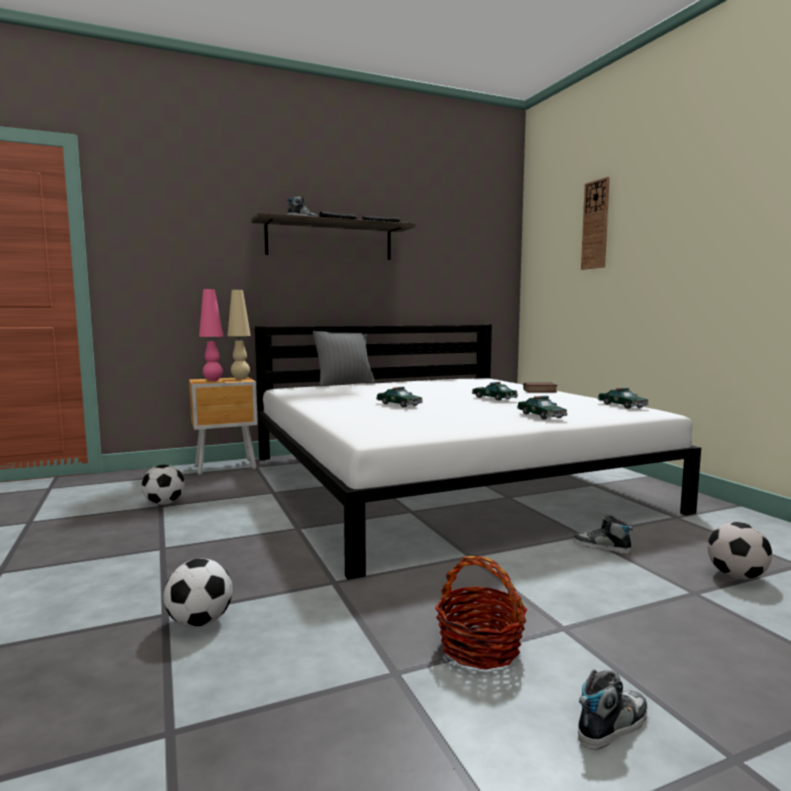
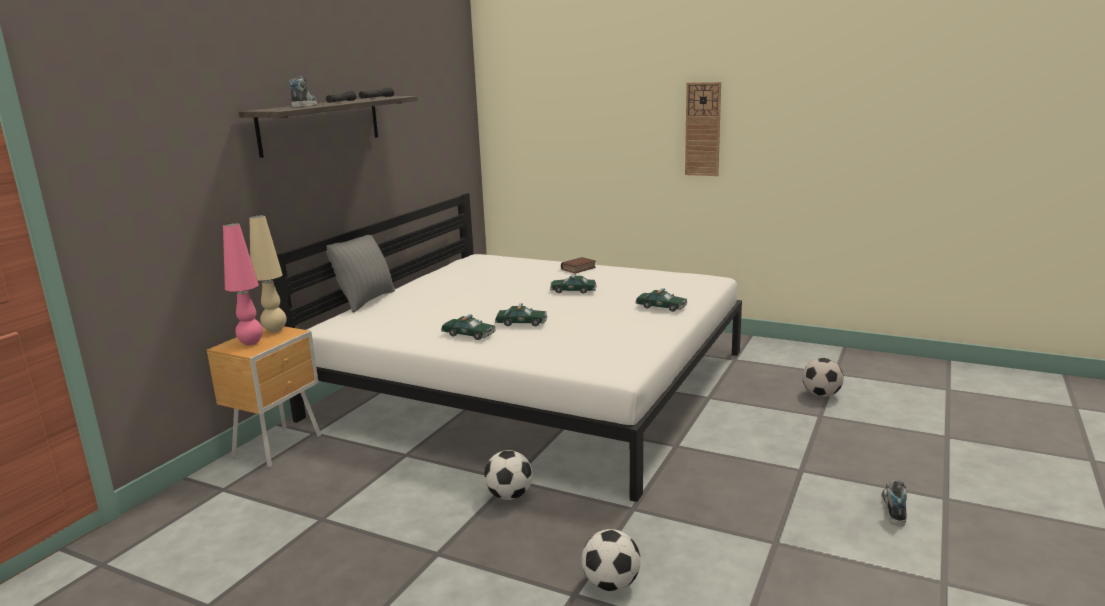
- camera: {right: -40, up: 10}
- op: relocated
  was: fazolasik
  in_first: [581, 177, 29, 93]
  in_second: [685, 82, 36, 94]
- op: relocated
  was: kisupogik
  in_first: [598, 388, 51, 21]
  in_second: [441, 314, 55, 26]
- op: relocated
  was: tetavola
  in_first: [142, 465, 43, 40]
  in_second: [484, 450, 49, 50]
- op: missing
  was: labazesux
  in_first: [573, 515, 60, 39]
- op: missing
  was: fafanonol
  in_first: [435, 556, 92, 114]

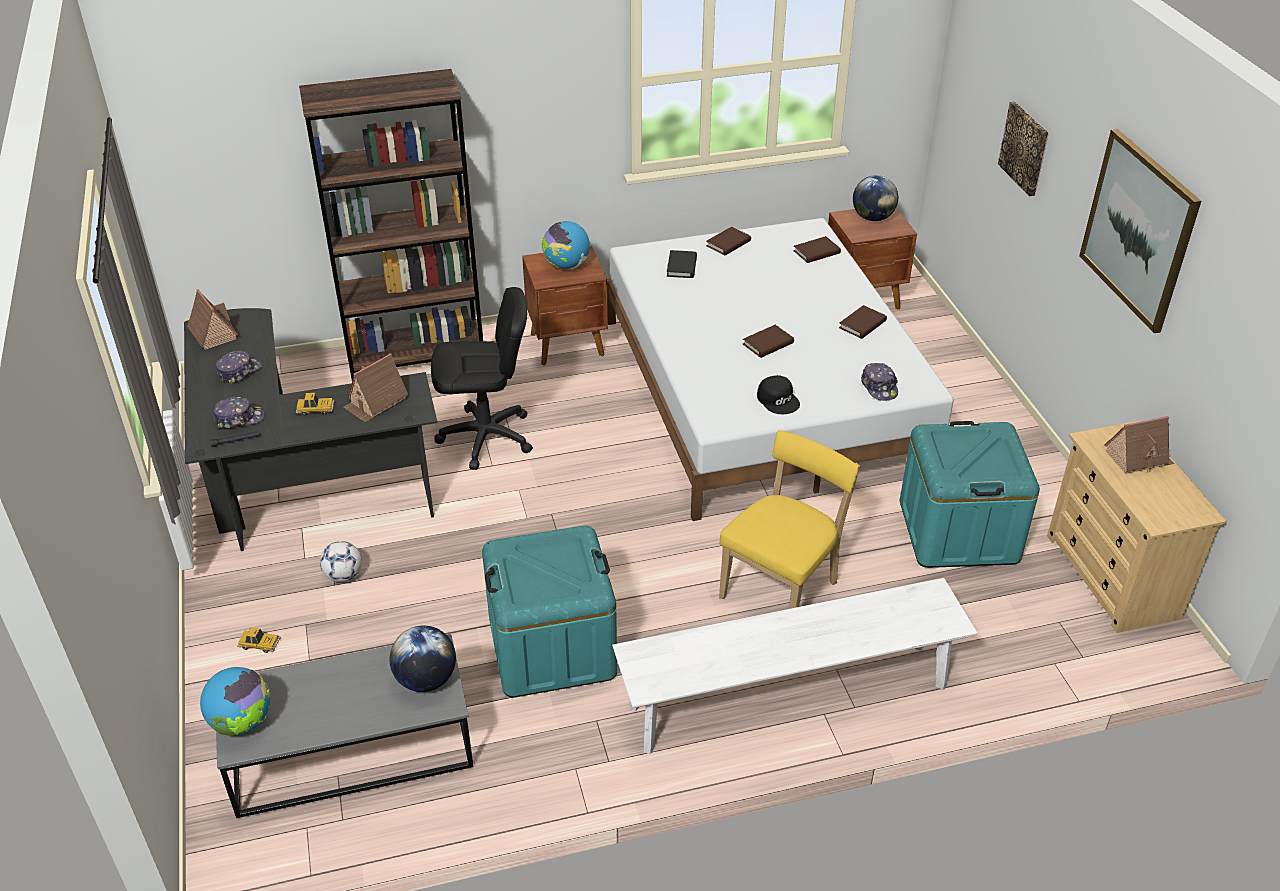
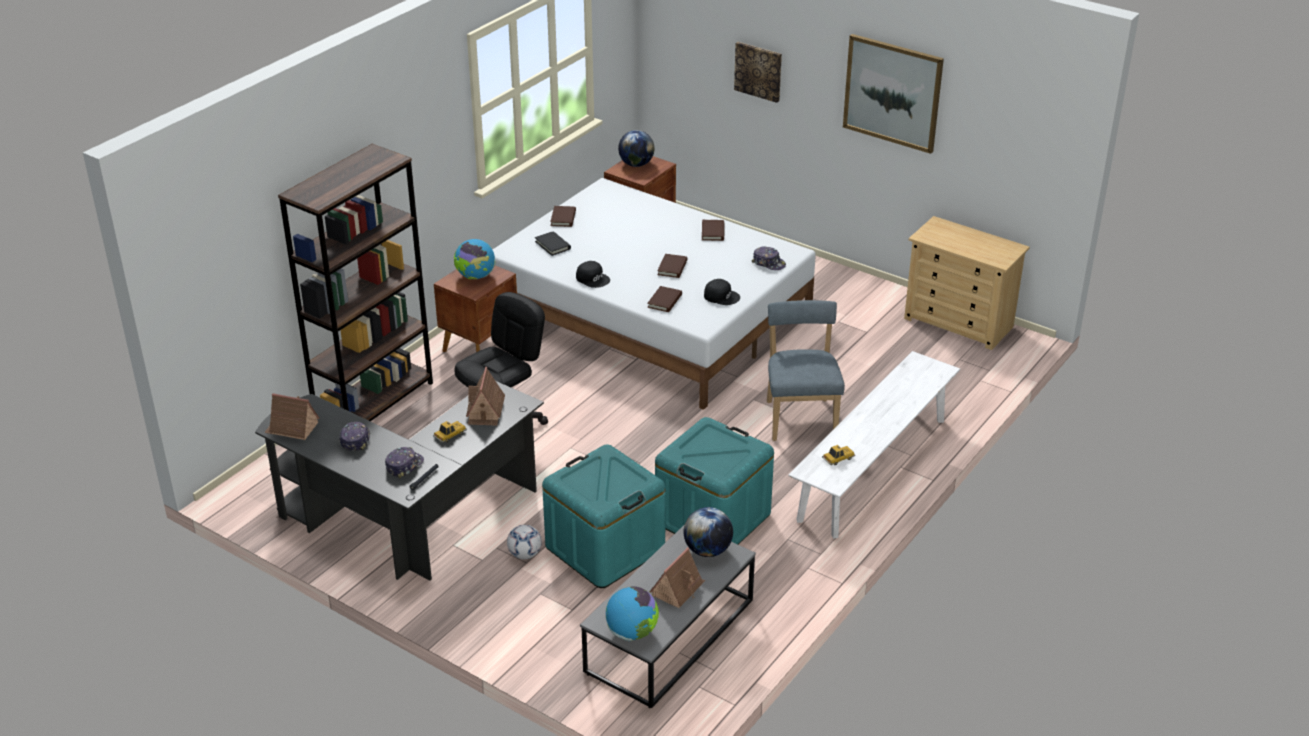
- camera: {right: -40, up: -5}
- op: relocated
  was: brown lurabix
  in_first: [793, 236, 48, 27]
  in_second: [647, 286, 35, 26]
- op: relocated
  was: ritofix
  in_first: [1104, 416, 70, 58]
  in_second: [650, 547, 55, 61]
- op: relocated
  was: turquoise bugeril
  in_first: [900, 421, 140, 147]
  in_second: [542, 445, 124, 143]
- op: colour
  was: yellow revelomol
  now: blue revelomol
  in_first: [719, 430, 141, 179]
  in_second: [767, 300, 78, 141]
- op: relocated
  was: kisupogik
  in_first: [237, 627, 44, 26]
  in_second: [822, 445, 33, 20]
- op: appeared
  now: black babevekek
  in_second: [576, 261, 34, 27]

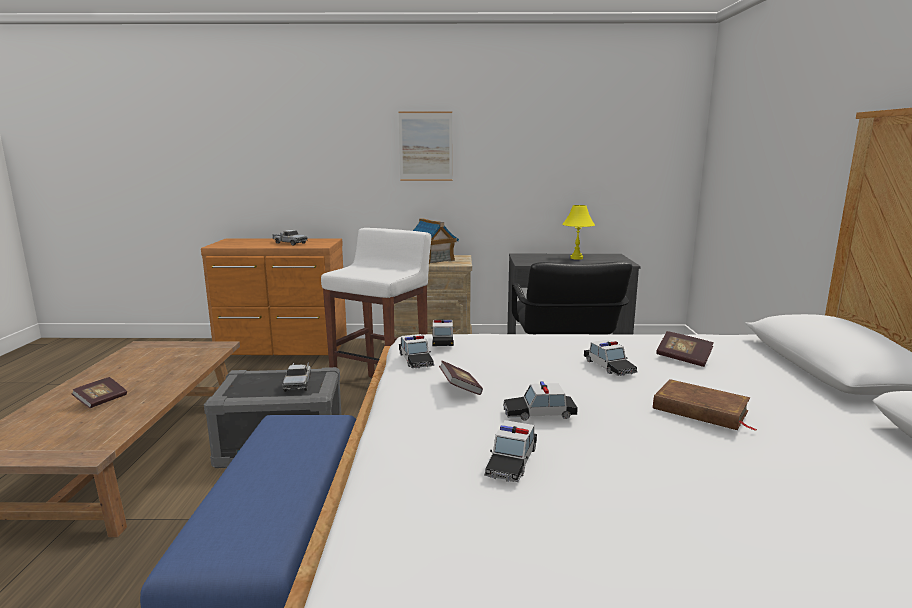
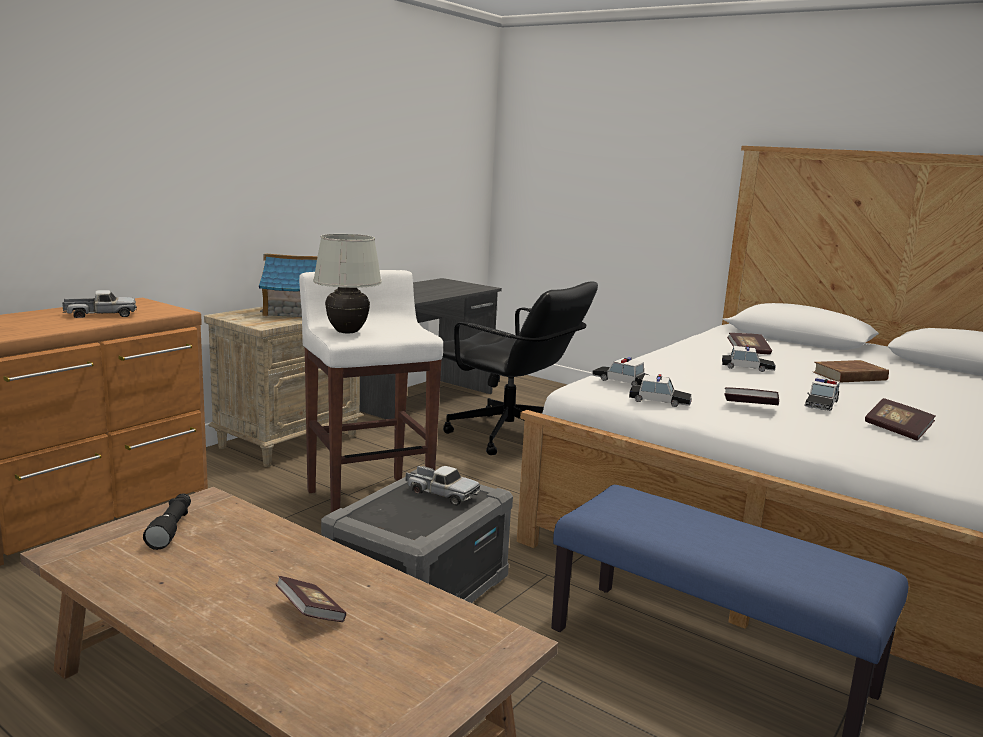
- camera: {right: -55, up: 0}
- op: missing
  was: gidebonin
  in_first: [399, 112, 53, 69]
- op: missing
  was: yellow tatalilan
  in_first: [562, 205, 33, 55]
- op: exchanged
  was: kisupogik
  now: lurabix
  in_first: [484, 420, 53, 62]
  in_second: [865, 398, 70, 43]
- op: appeared
  now: white tatalilan
  in_second: [313, 234, 69, 99]
- op: appeared
  now: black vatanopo
  in_second: [143, 494, 48, 56]

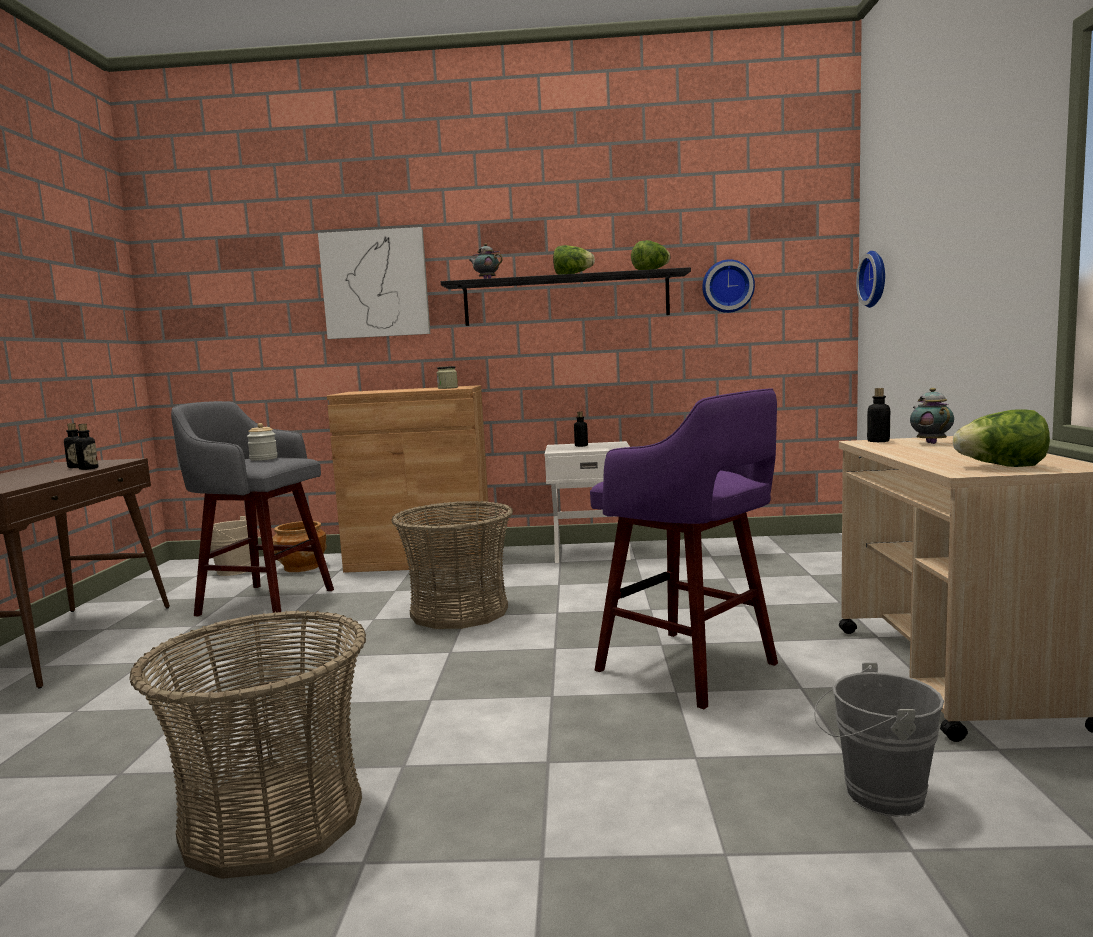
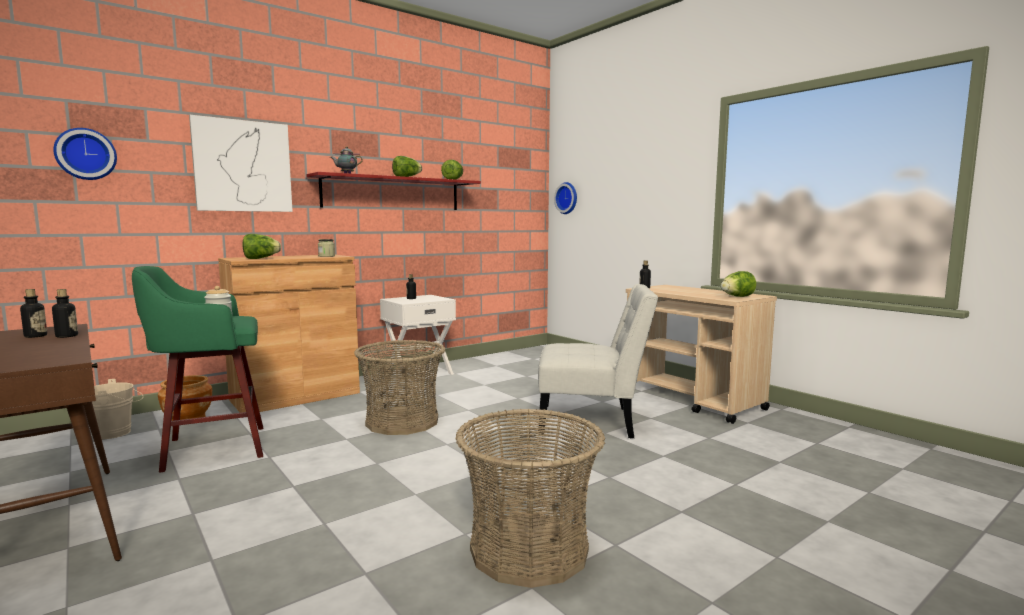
- camera: {right: -40, up: 0}
- op: relocated
  was: fazolasik
  in_first: [702, 259, 53, 54]
  in_second: [53, 128, 64, 52]
- op: colour
  was: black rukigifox
  now: red rukigifox
  in_first: [441, 267, 250, 59]
  in_second: [306, 172, 175, 38]
- op: exchanged
  was: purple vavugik
  now: white revelomol
  in_first: [590, 388, 188, 321]
  in_second: [538, 284, 120, 154]
- op: missing
  was: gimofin
  in_first: [910, 388, 44, 56]
- op: colour
  was: grey vavugik
  now: green vavugik
  in_first: [171, 401, 163, 215]
  in_second: [132, 266, 131, 207]
- op: missing
  was: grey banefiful
  in_first: [814, 662, 130, 155]
- op: appeared
  now: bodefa
  in_second: [242, 234, 39, 25]

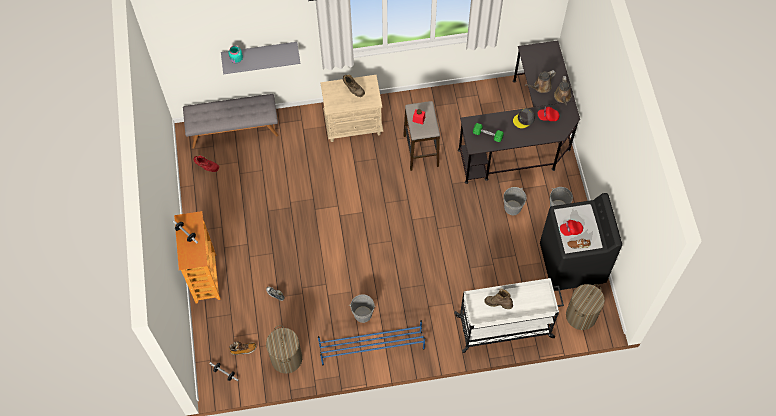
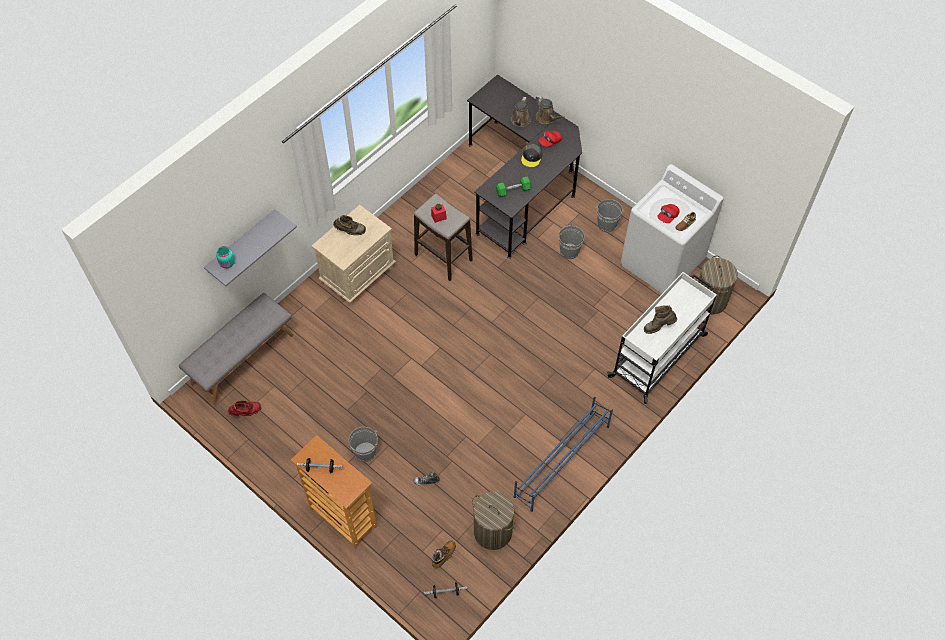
- camera: {right: -40, up: -5}
- op: colour
  was: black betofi
  now: white betofi
  in_first: [540, 193, 82, 98]
  in_second: [621, 164, 103, 129]
- op: relocated
  was: grey banefiful
  in_first: [350, 294, 26, 29]
  in_second: [349, 427, 29, 35]

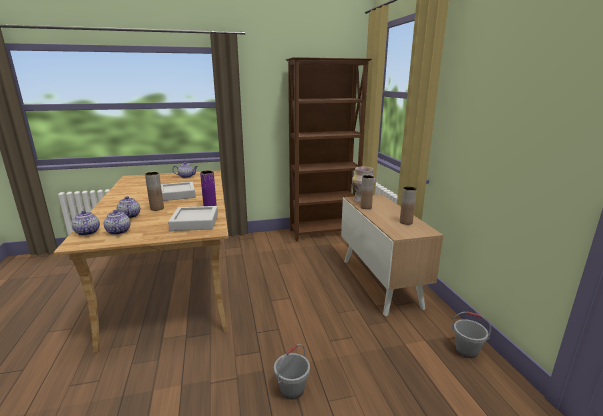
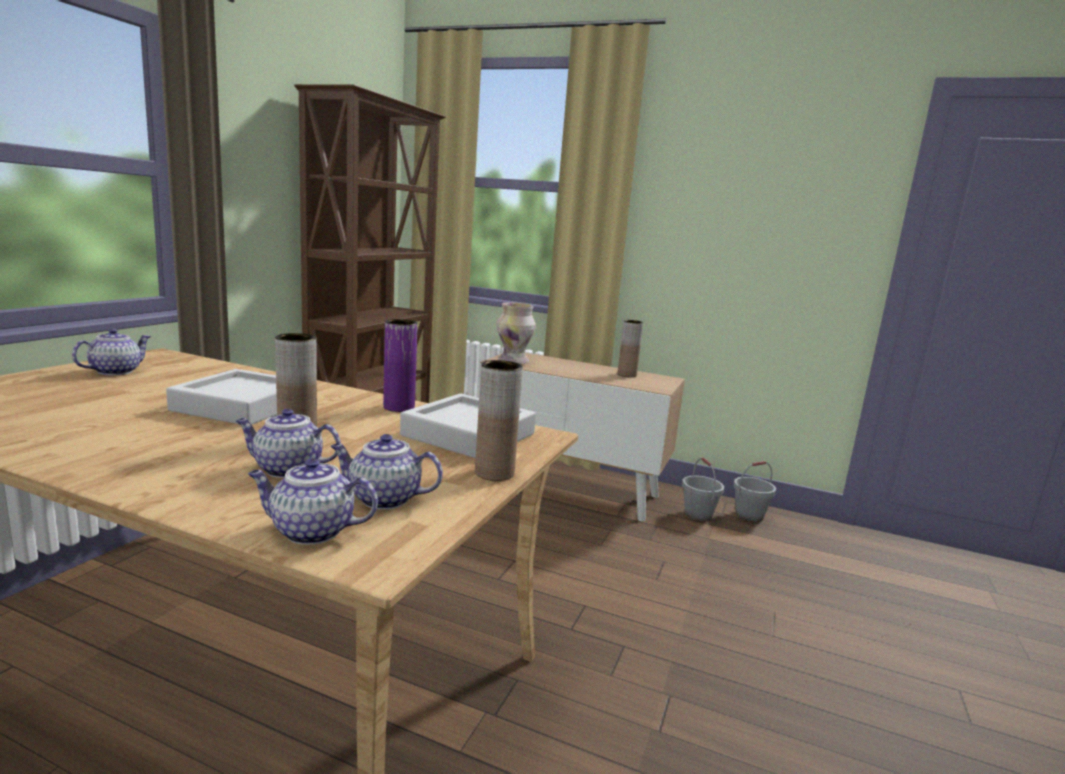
- camera: {right: -55, up: -5}
- op: relocated
  was: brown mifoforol
  in_first: [360, 175, 14, 34]
  in_second: [475, 360, 48, 121]
- op: relocated
  was: grey banefiful
  in_first: [274, 344, 36, 56]
  in_second: [682, 458, 42, 63]

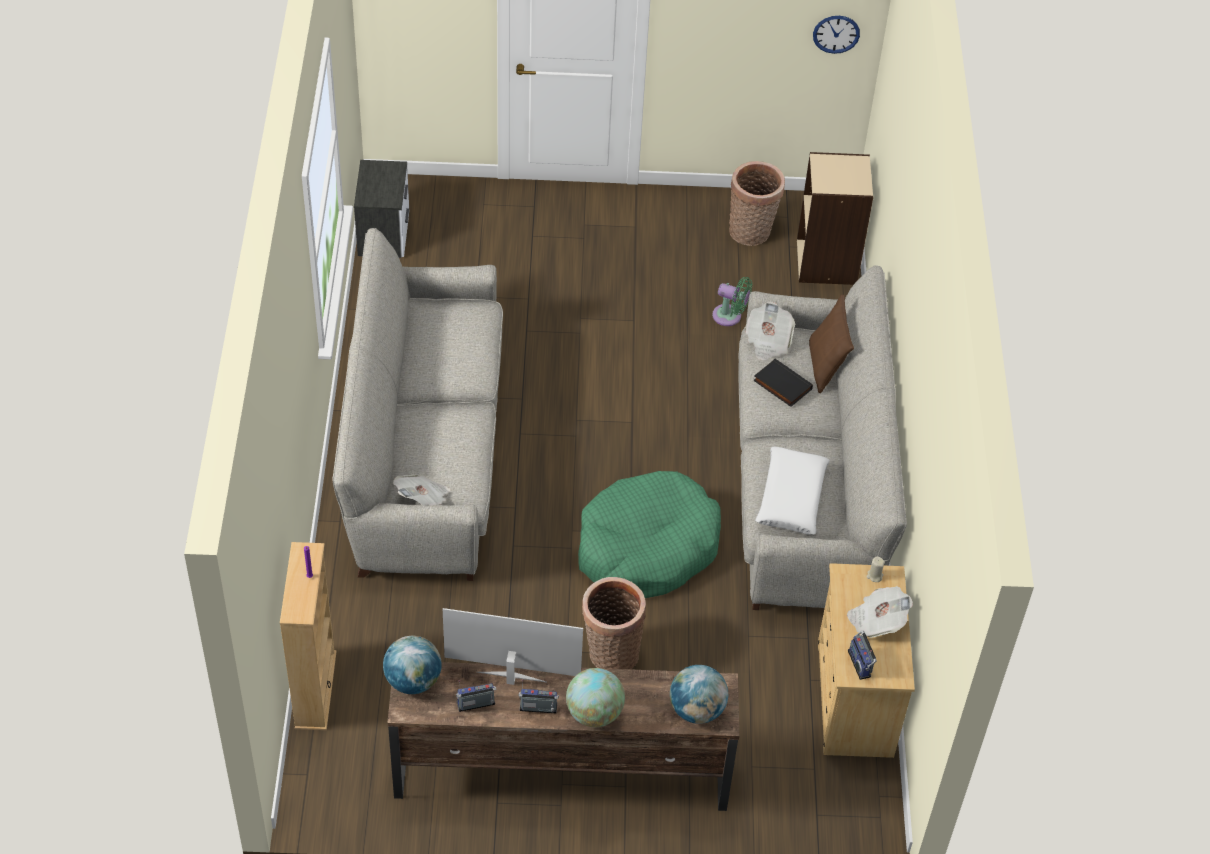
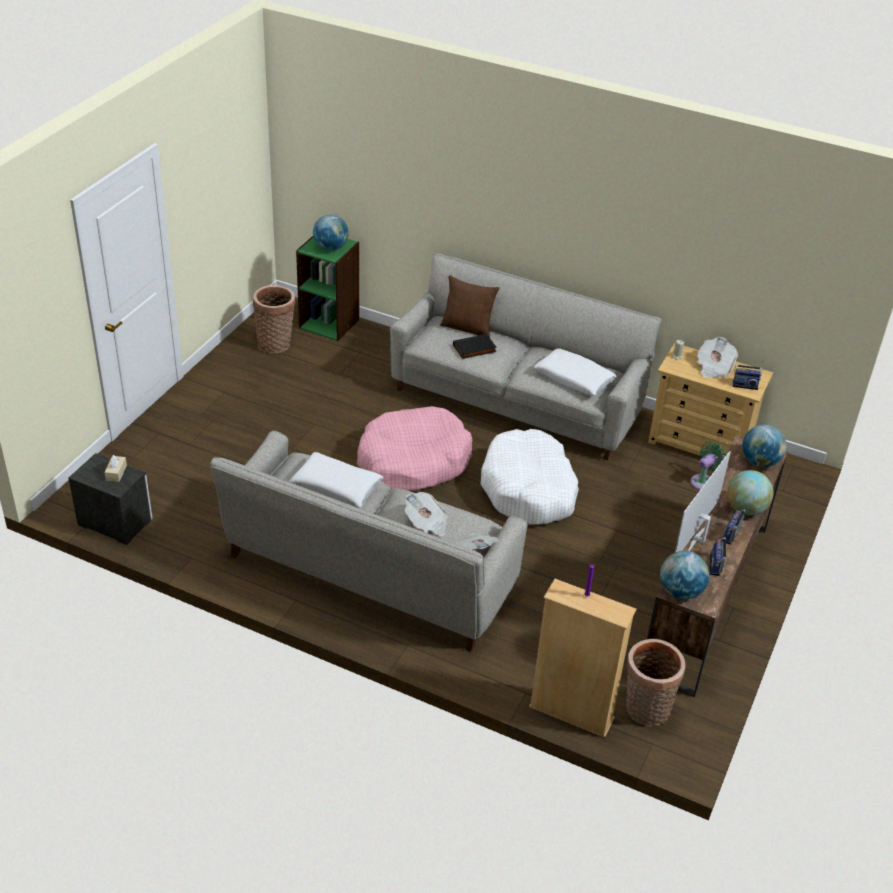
- camera: {right: -65, up: -10}
- op: missing
  was: fazolasik
  in_first: [813, 16, 47, 38]
- op: colour
  was: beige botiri
  now: green botiri
  in_first: [797, 152, 76, 133]
  in_second: [296, 236, 63, 105]
- op: relocated
  was: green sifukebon
  in_first: [712, 277, 40, 49]
  in_second: [690, 442, 36, 48]
- op: relocated
  was: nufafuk
  in_first: [745, 302, 50, 58]
  in_second: [405, 492, 44, 44]
- op: colour
  was: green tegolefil
  now: white tegolefil
  in_first: [578, 471, 143, 127]
  in_second: [480, 429, 99, 95]
- op: relocated
  was: fafanonol
  in_first: [582, 577, 64, 93]
  in_second: [626, 639, 59, 87]
- op: appeared
  now: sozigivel
  in_second: [313, 215, 36, 36]
- op: appeared
  now: pink tegolefil
  in_second: [357, 406, 116, 85]
- op: appeared
  now: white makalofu
  in_second: [289, 452, 94, 56]
- op: appeared
  now: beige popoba
  in_second: [104, 455, 23, 27]

